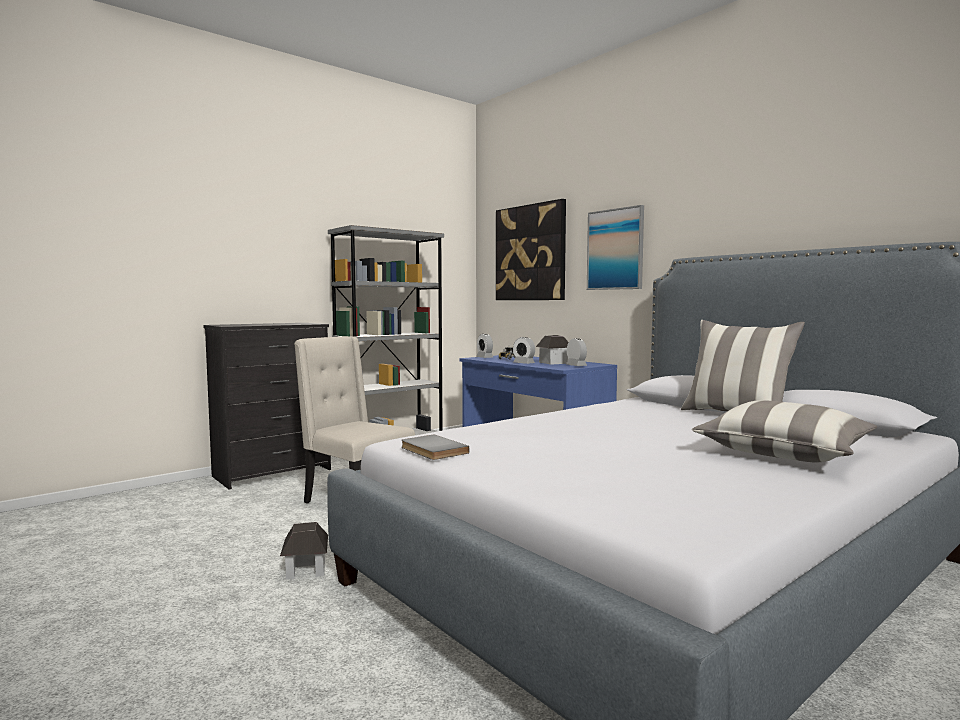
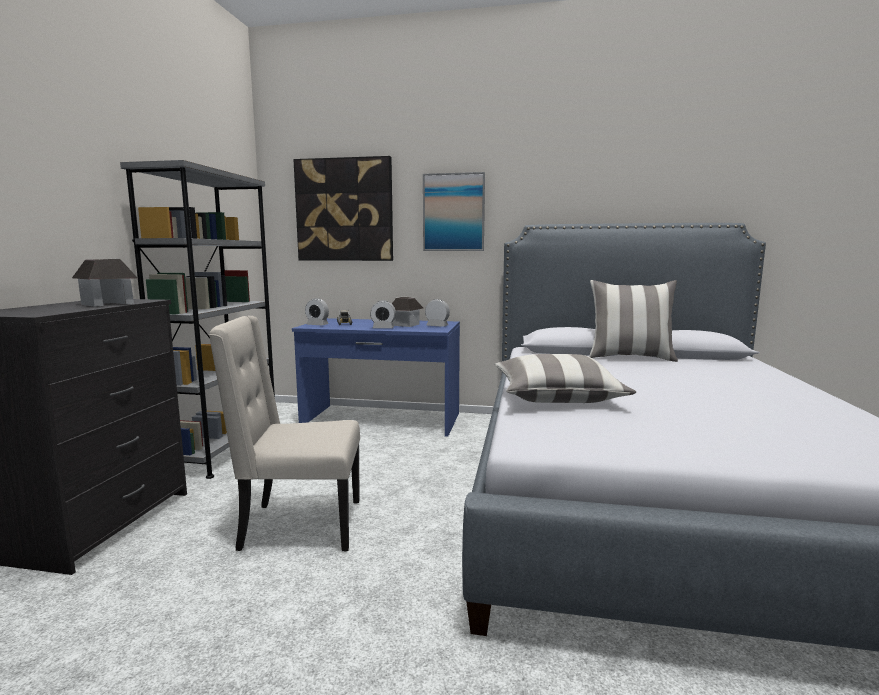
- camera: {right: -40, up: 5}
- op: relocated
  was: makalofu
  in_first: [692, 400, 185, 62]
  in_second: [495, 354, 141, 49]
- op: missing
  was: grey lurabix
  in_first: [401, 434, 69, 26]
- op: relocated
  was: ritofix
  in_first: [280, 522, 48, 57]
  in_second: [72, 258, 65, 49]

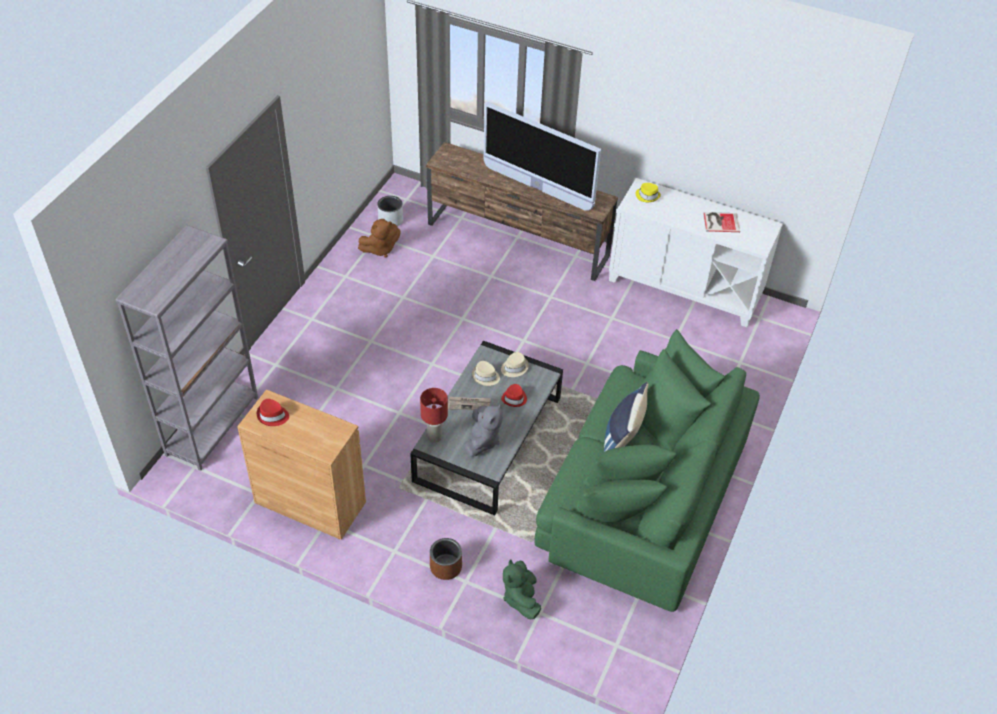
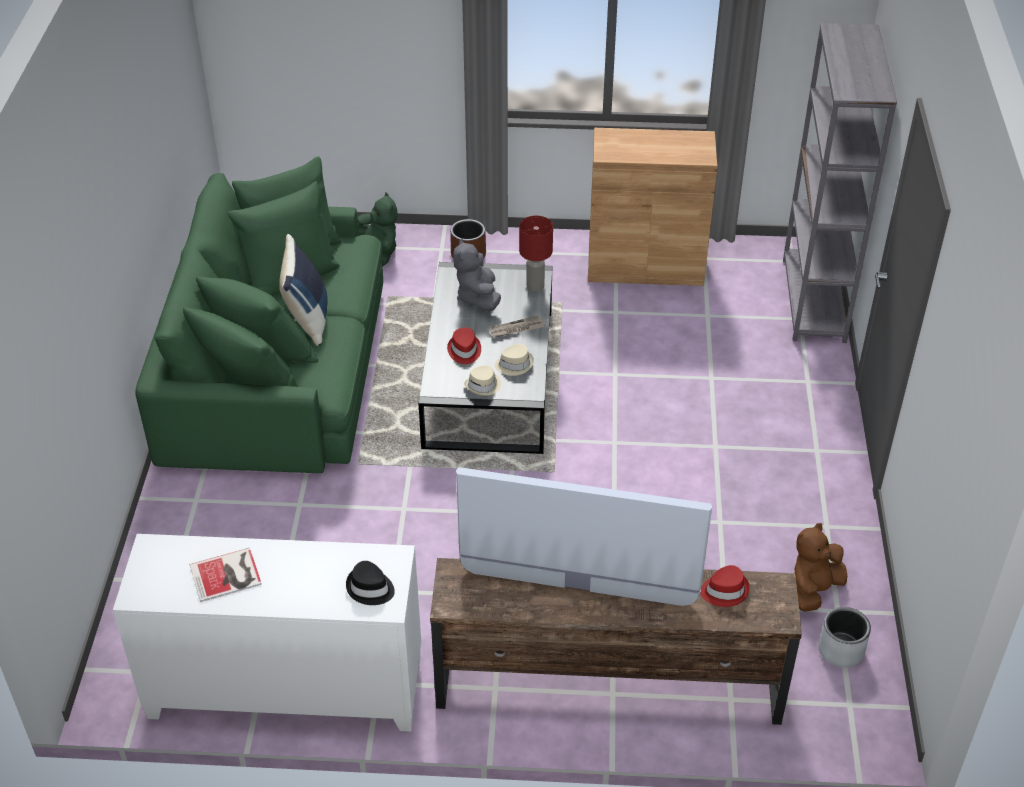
- camera: {right: 160, up: -5}
- op: colour
  was: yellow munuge
  now: black munuge
  in_first: [636, 183, 25, 19]
  in_second: [346, 561, 49, 44]
- op: relocated
  was: red munuge
  in_first: [257, 399, 32, 27]
  in_second: [700, 565, 50, 42]

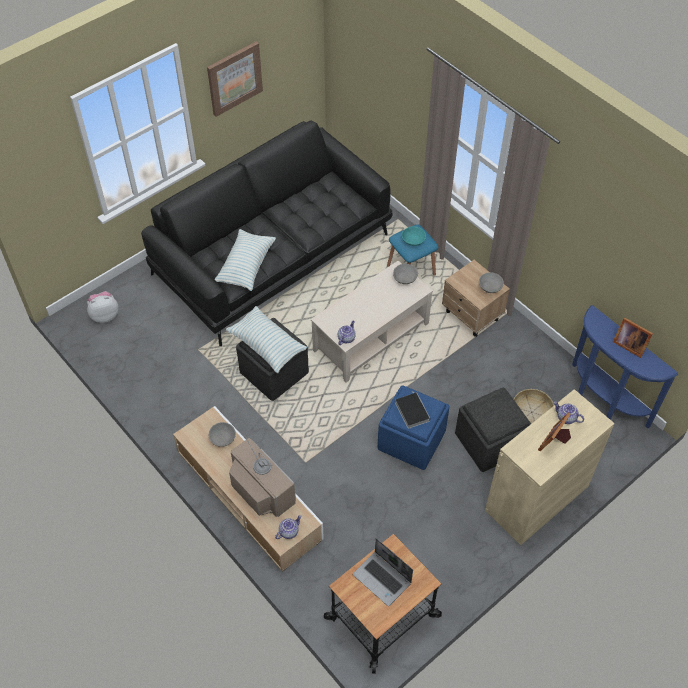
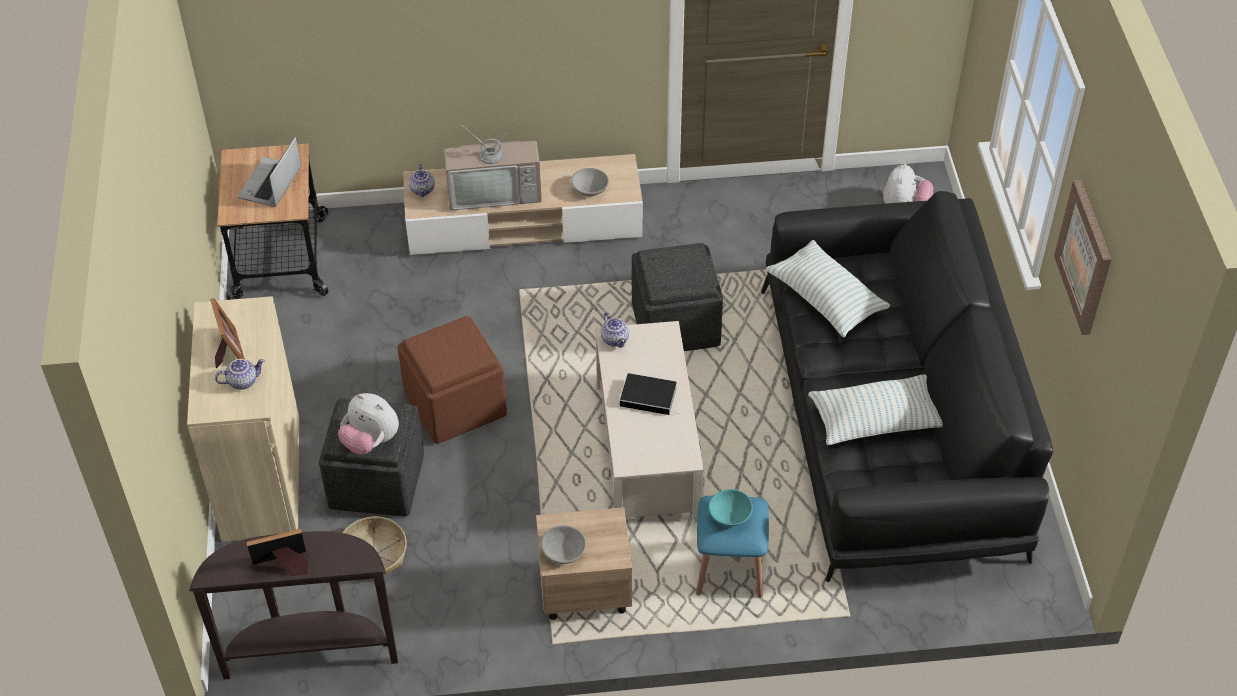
- camera: {right: 125, up: -5}
- op: missing
  was: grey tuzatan
  in_first: [393, 264, 25, 20]
- op: colour
  was: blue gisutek
  now: brown gisutek
  in_first: [572, 305, 106, 123]
  in_second: [189, 531, 209, 148]
- op: relocated
  was: makalofu
  in_first: [226, 306, 81, 67]
  in_second: [808, 374, 135, 71]
- op: colour
  was: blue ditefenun
  now: brown ditefenun
  in_first: [378, 385, 72, 85]
  in_second: [398, 316, 109, 128]
- op: relocated
  was: lurabix
  in_first: [395, 392, 35, 37]
  in_second: [620, 373, 60, 42]
- op: spun
  was: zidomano
  in_first: [353, 538, 60, 68]
  in_second: [238, 137, 63, 70]
  clockwise: -60
- op: appeared
  now: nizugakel
  in_second: [338, 393, 61, 62]

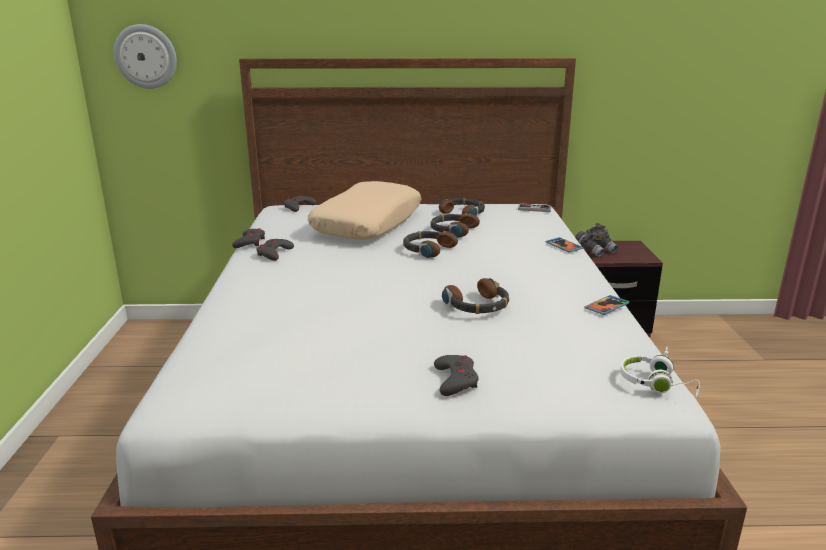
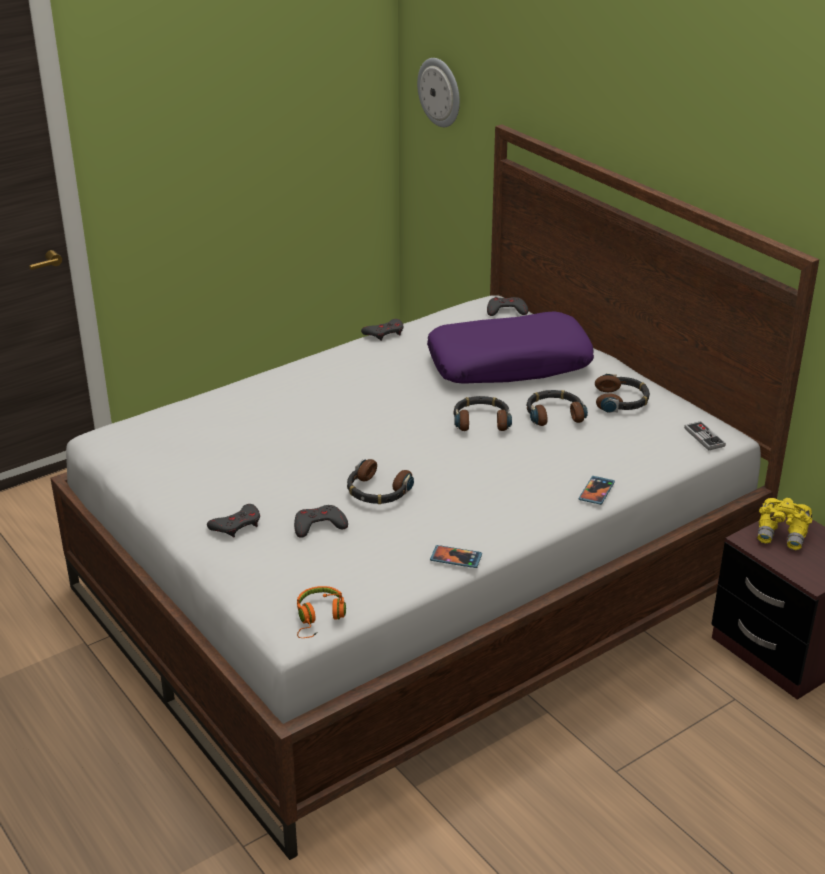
- camera: {right: 55, up: 10}
- op: colour
  was: beige makalofu
  now: purple makalofu
  in_first: [308, 181, 113, 59]
  in_second: [427, 311, 167, 73]
- op: colour
  was: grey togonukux
  now: yellow togonukux
  in_first: [575, 223, 43, 34]
  in_second: [757, 498, 55, 52]
- op: relocated
  was: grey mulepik
  in_first: [256, 239, 38, 22]
  in_second: [294, 505, 54, 33]
- op: colour
  was: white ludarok
  now: orange ludarok
  in_first: [620, 346, 80, 52]
  in_second: [297, 586, 49, 52]

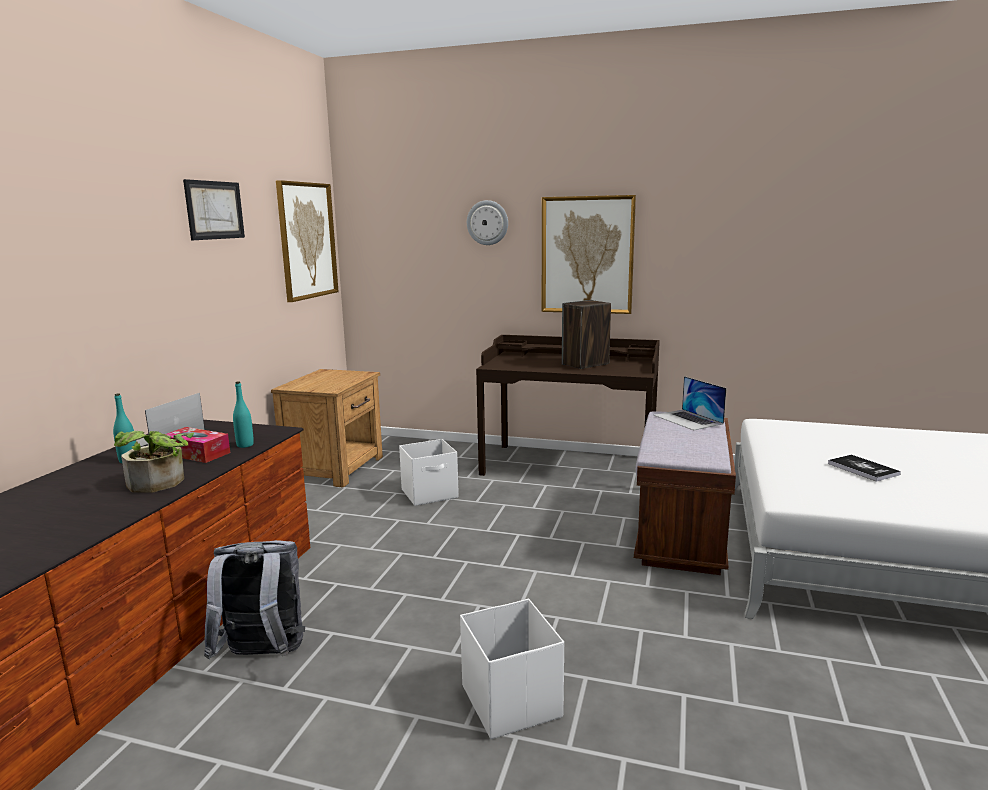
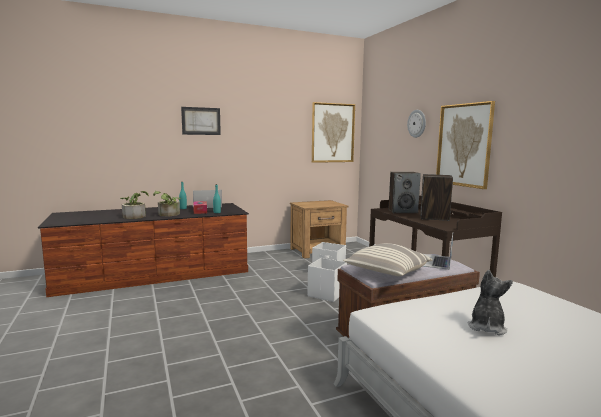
- camera: {right: 50, up: -5}
- op: relocated
  was: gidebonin
  in_first: [183, 179, 62, 61]
  in_second: [181, 107, 40, 28]
- op: exchanged
  was: lurabix
  now: nizugakel
  in_first: [828, 455, 73, 27]
  in_second: [467, 270, 46, 65]
- op: missing
  was: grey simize
  in_first: [204, 540, 101, 120]
- op: relocated
  was: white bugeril
  in_first: [460, 599, 104, 140]
  in_second: [308, 258, 39, 44]
- op: appeared
  now: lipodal
  in_second: [389, 172, 32, 41]
- op: appeared
  now: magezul
  in_second: [121, 191, 28, 28]
- op: appeared
  now: makalofu
  in_second: [343, 243, 89, 33]

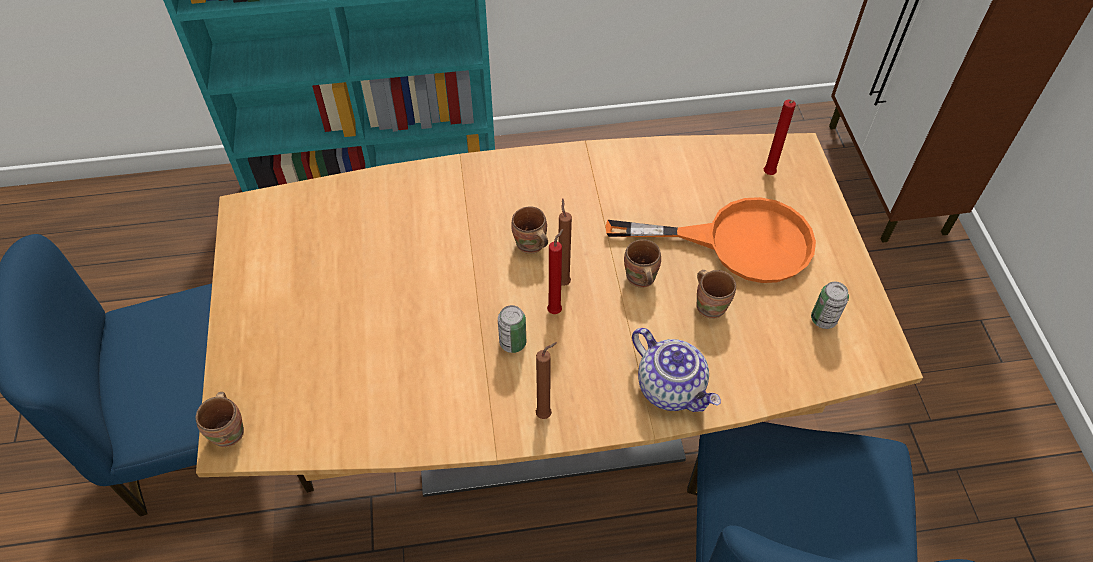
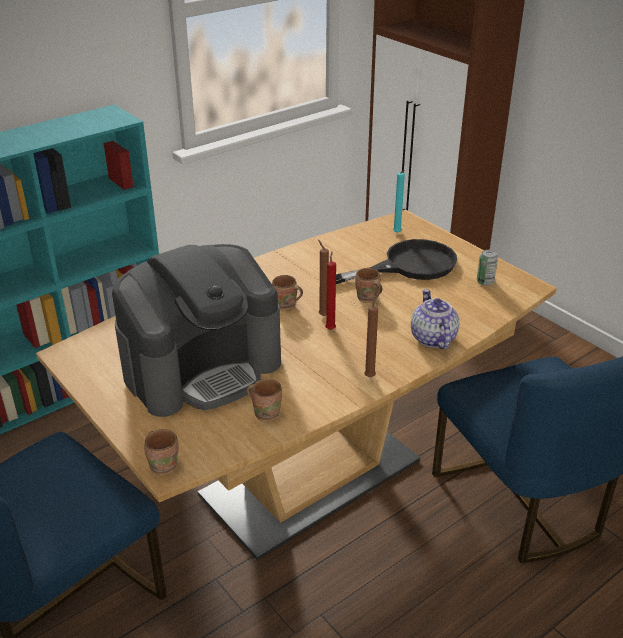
- camera: {right: -30, up: -20}
- op: colour
  was: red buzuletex
  now: turquoise buzuletex
  in_first: [764, 100, 32, 75]
  in_second: [393, 170, 12, 63]
- op: colour
  was: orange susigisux
  now: black susigisux
  in_first: [606, 197, 210, 86]
  in_second: [336, 239, 121, 45]
- op: relocated
  was: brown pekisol
  in_first: [696, 270, 40, 49]
  in_second: [247, 378, 35, 43]
- op: missing
  was: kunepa
  in_first: [498, 305, 28, 48]
- op: spun
  was: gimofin
  in_first: [632, 328, 89, 84]
  in_second: [411, 289, 48, 60]
  clockwise: -120
- op: appeared
  now: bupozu
  in_second: [112, 244, 169, 173]

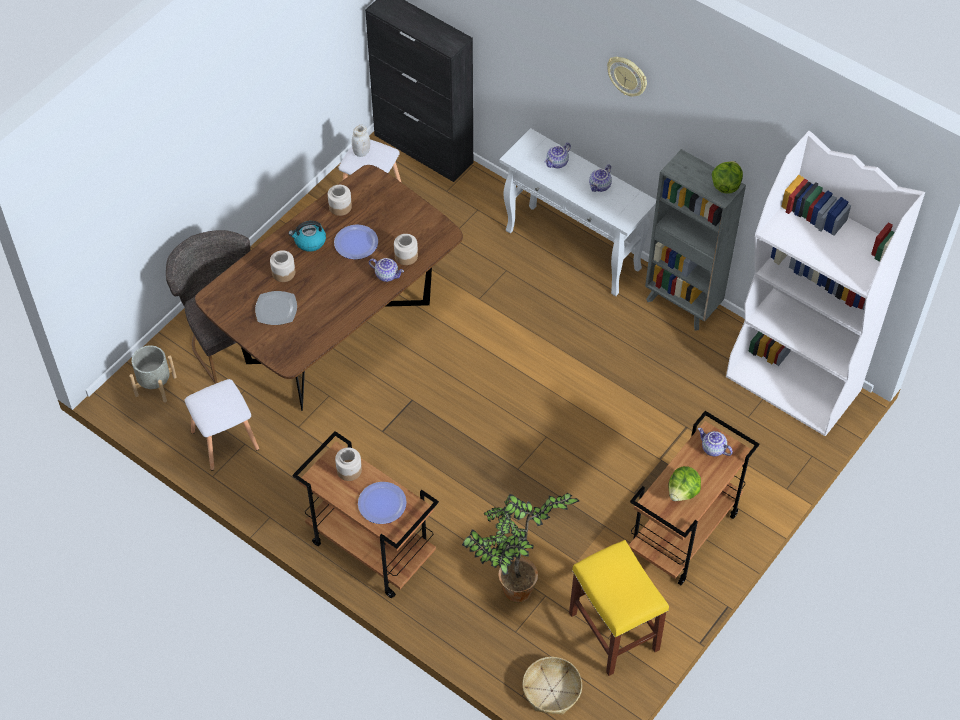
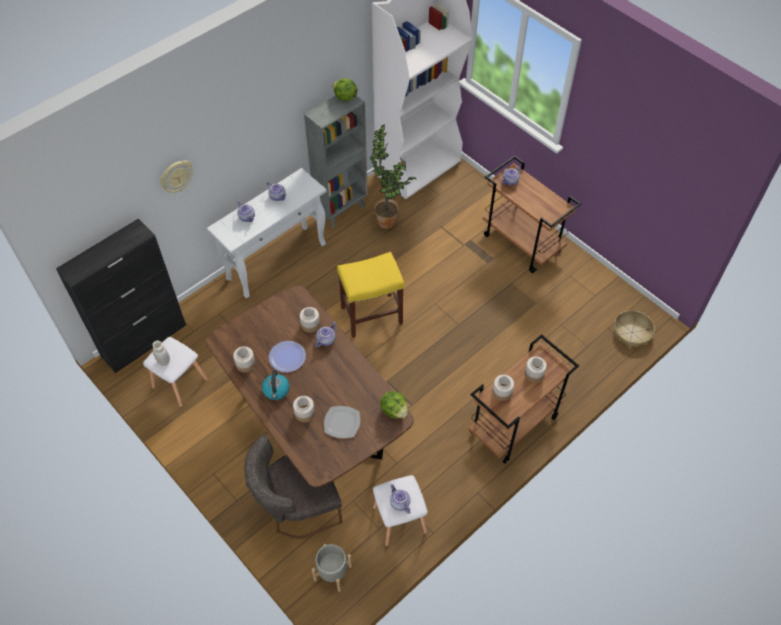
- camera: {right: -80, up: 0}
- op: relocated
  was: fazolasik
  in_first: [607, 57, 40, 40]
  in_second: [160, 160, 33, 33]
- op: relocated
  was: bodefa
  in_first: [668, 466, 33, 35]
  in_second: [380, 391, 28, 27]
- op: exchanged
  was: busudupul
  now: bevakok
  in_first: [358, 482, 49, 42]
  in_second: [525, 356, 22, 26]
- op: relocated
  was: magezul
  in_first: [462, 493, 117, 110]
  in_second: [370, 125, 46, 104]
- op: relocated
  was: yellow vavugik
  in_first: [569, 540, 100, 136]
  in_second: [337, 252, 68, 86]
- op: appeared
  now: gimofin
  in_second: [390, 484, 21, 30]

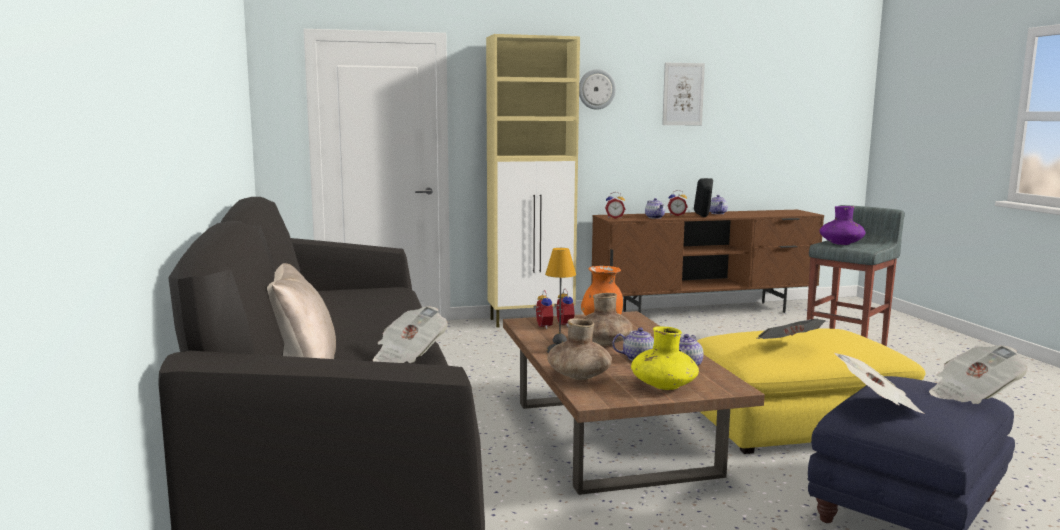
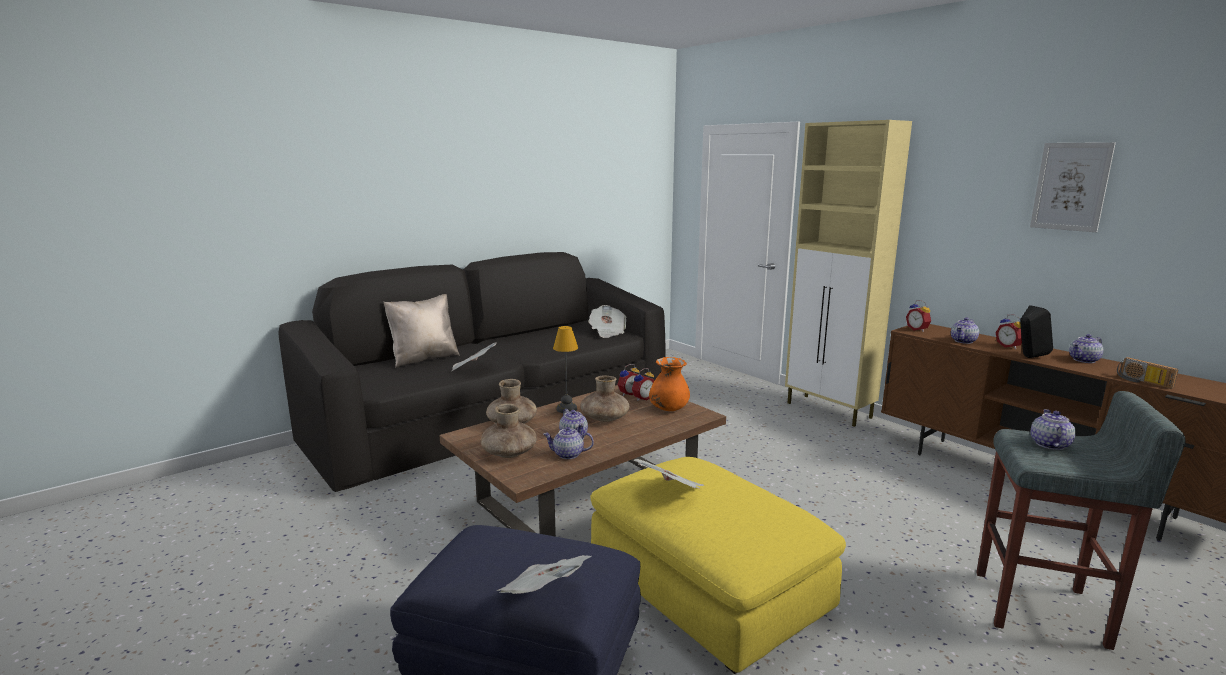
- camera: {right: 65, up: 5}
- op: missing
  was: fazolasik
  in_first: [579, 69, 37, 41]
- op: exchanged
  was: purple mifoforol
  now: gimofin
  in_first: [820, 206, 46, 39]
  in_second: [1031, 409, 45, 41]
- op: colour
  was: yellow mifoforol
  now: brown mifoforol
  in_first: [631, 326, 68, 64]
  in_second: [481, 403, 56, 55]
- op: relocated
  was: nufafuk
  in_first: [834, 353, 90, 61]
  in_second: [588, 305, 38, 33]
- op: appeared
  now: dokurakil
  in_second: [1117, 357, 62, 32]

